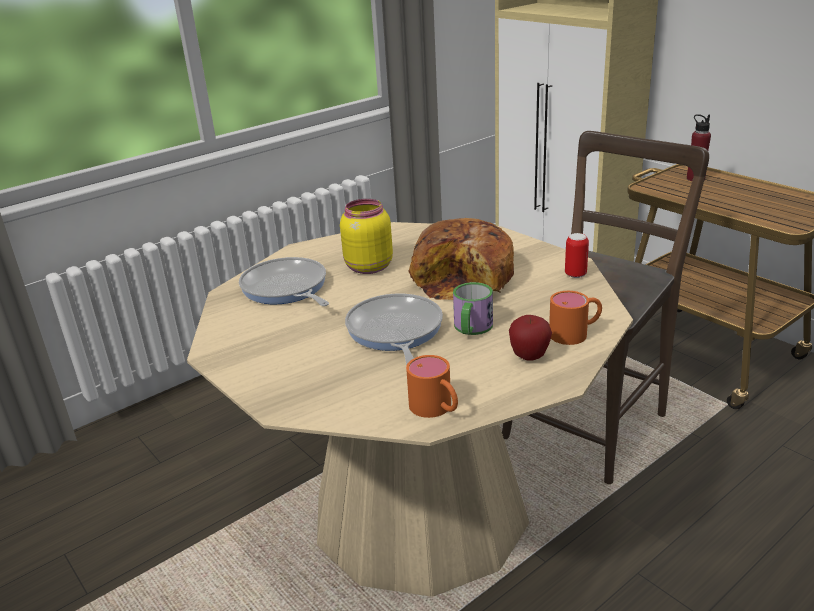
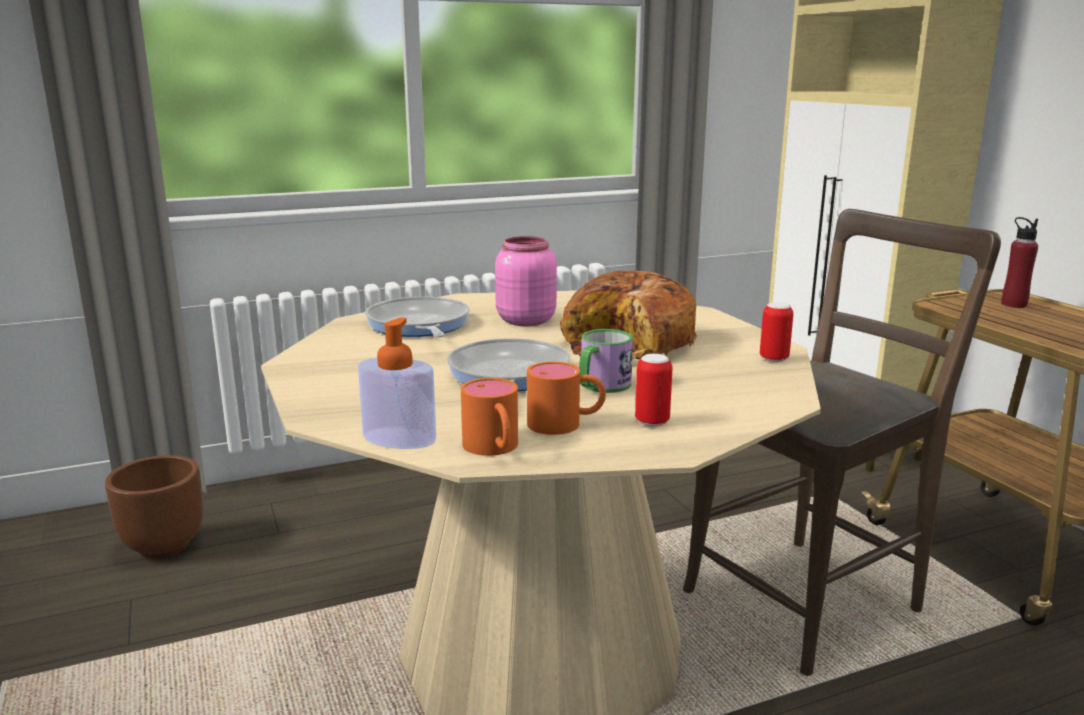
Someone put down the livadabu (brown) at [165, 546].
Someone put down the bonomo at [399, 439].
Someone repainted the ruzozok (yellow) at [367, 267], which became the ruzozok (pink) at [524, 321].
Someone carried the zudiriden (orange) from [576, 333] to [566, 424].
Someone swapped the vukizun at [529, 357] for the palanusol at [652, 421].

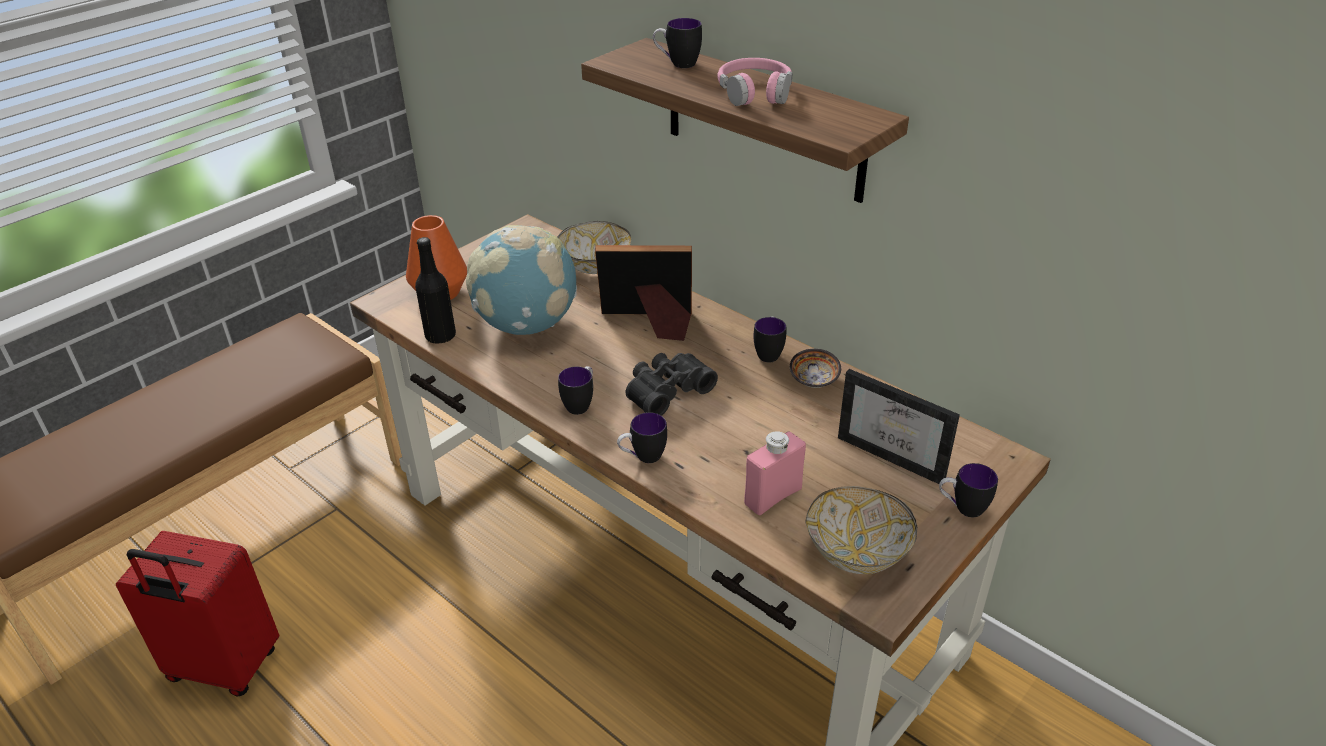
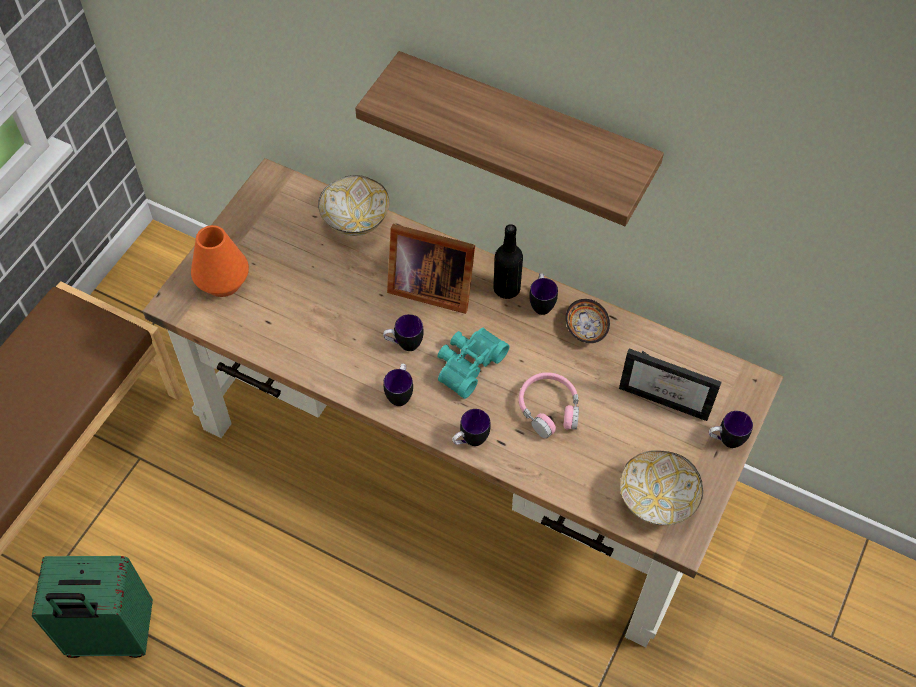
Someone repainted the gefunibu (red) at [223, 668], which became the gefunibu (green) at [111, 635].
Someone carried the zudiriden from [677, 64] to [404, 344].
Someone rotated the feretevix at [650, 323] by 150 degrees counterclockwise.
Someone repainted the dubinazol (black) at [666, 391], which became the dubinazol (turquoise) at [467, 364].
Someone carried the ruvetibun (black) from [440, 336] to [506, 288].
Someone carried the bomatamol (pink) from [755, 92] to [549, 409].
Someone took away the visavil at [527, 325].
Someone took away the ruvetibun (pink) at [773, 496].

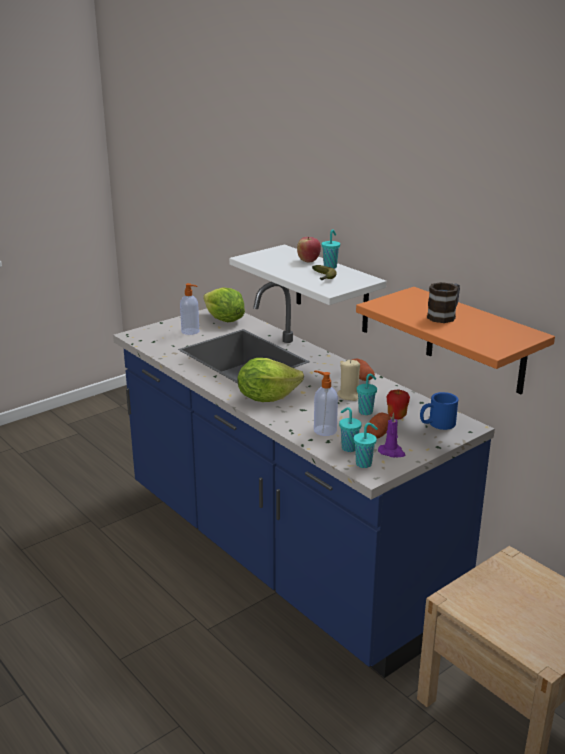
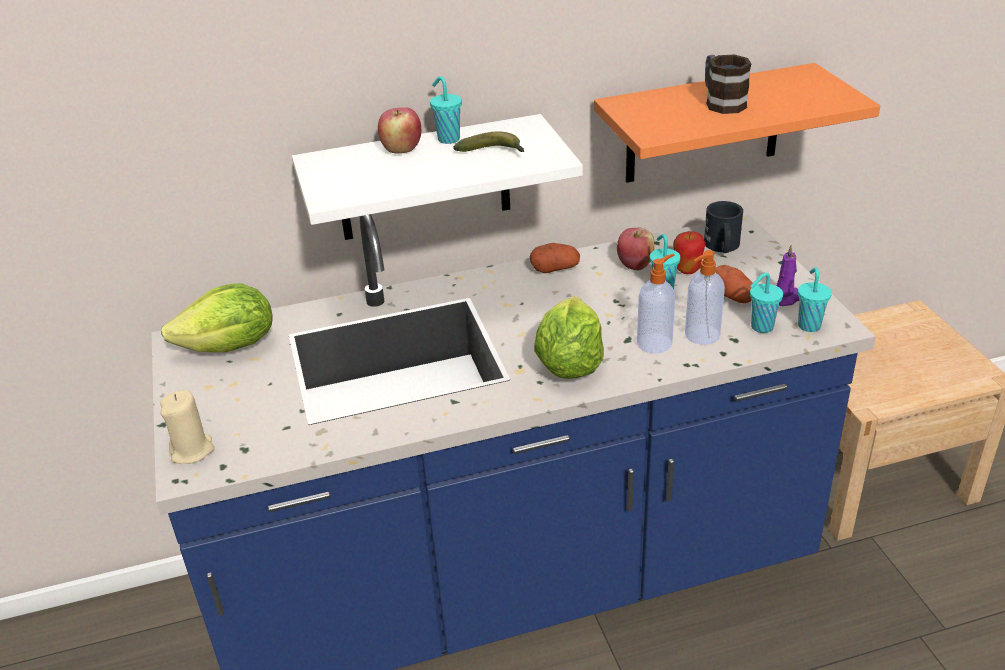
Someone carried the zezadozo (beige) from [349, 396] to [192, 450].
Someone put down the vukizun at [635, 265].
Someone carried the bonomo from [191, 331] to [655, 343].
Someone repainted the zudiriden (blue) at [437, 424], which became the zudiriden (black) at [722, 247].

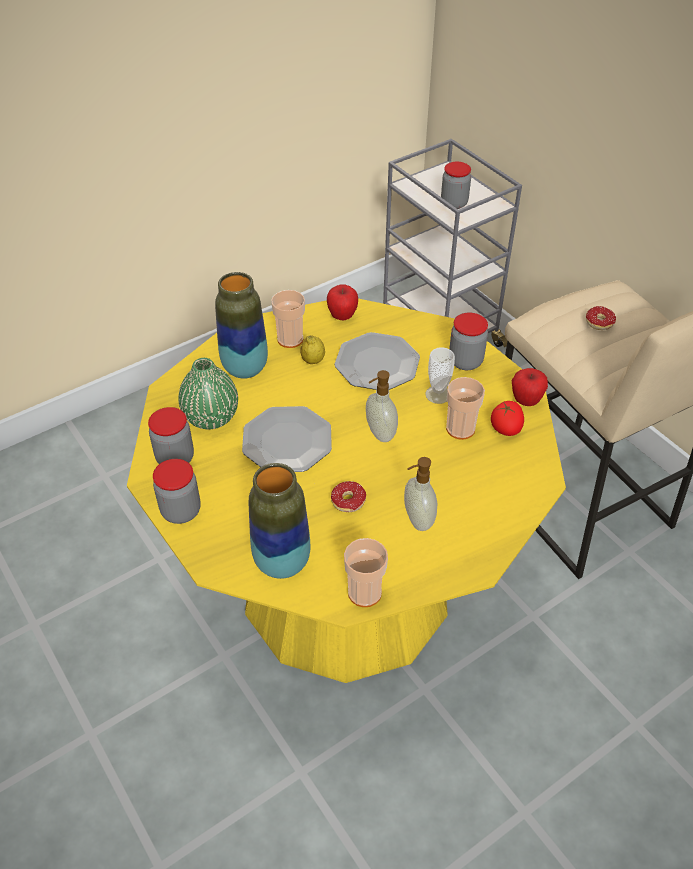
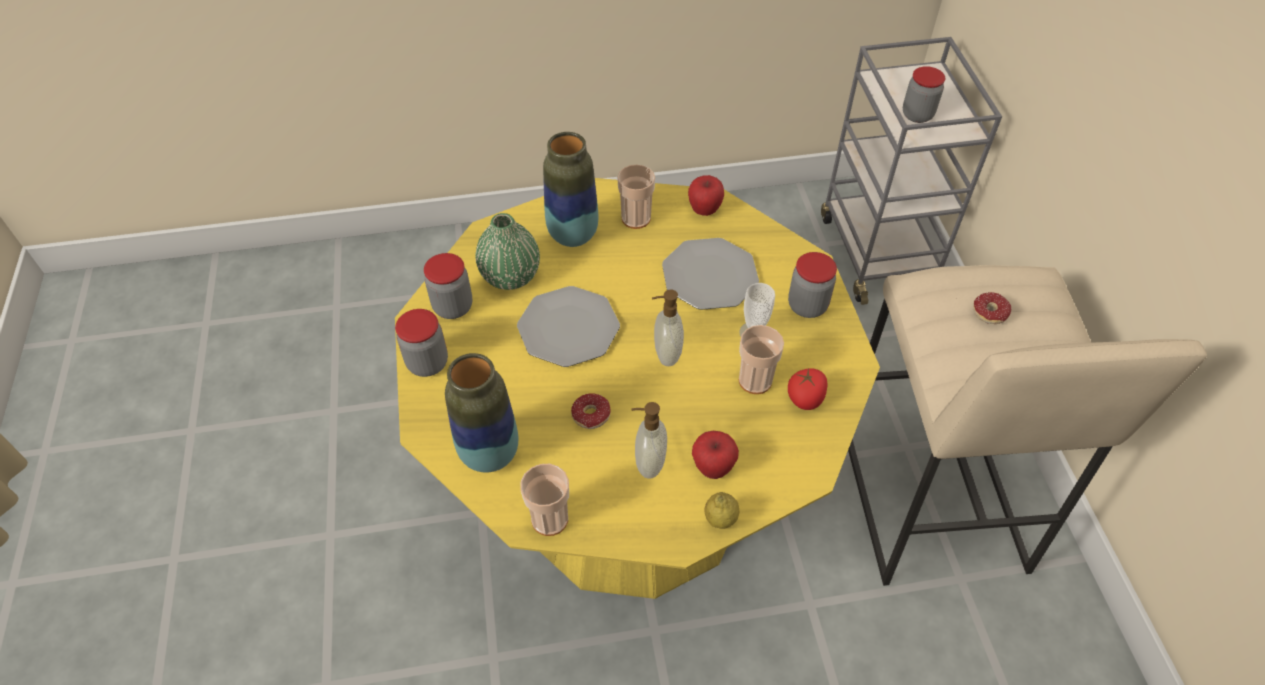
Someone carried the vukizun from [526, 401] to [713, 468].
Someone carried the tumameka from [313, 361] to [720, 519].

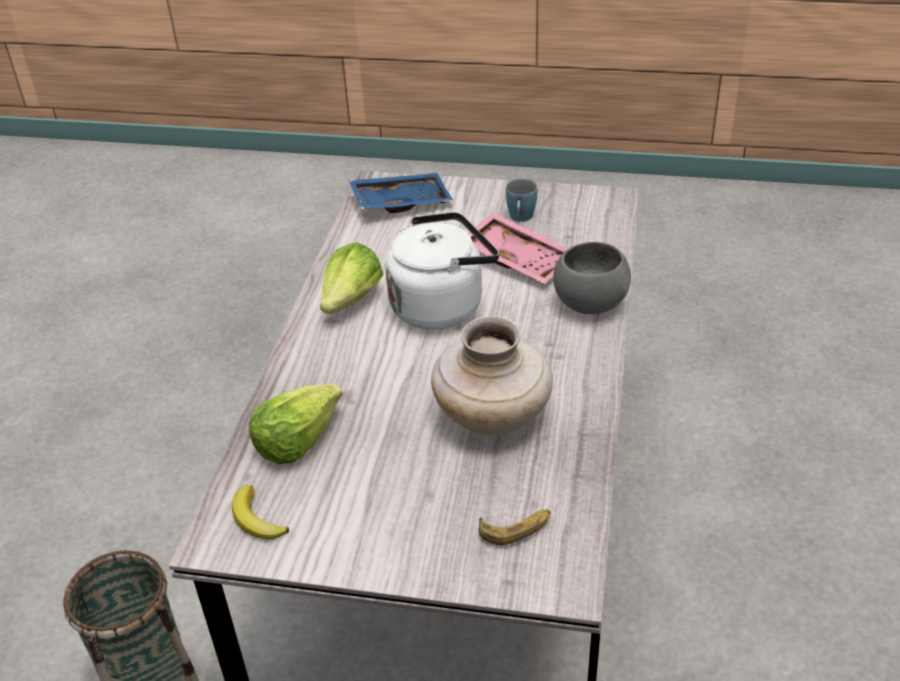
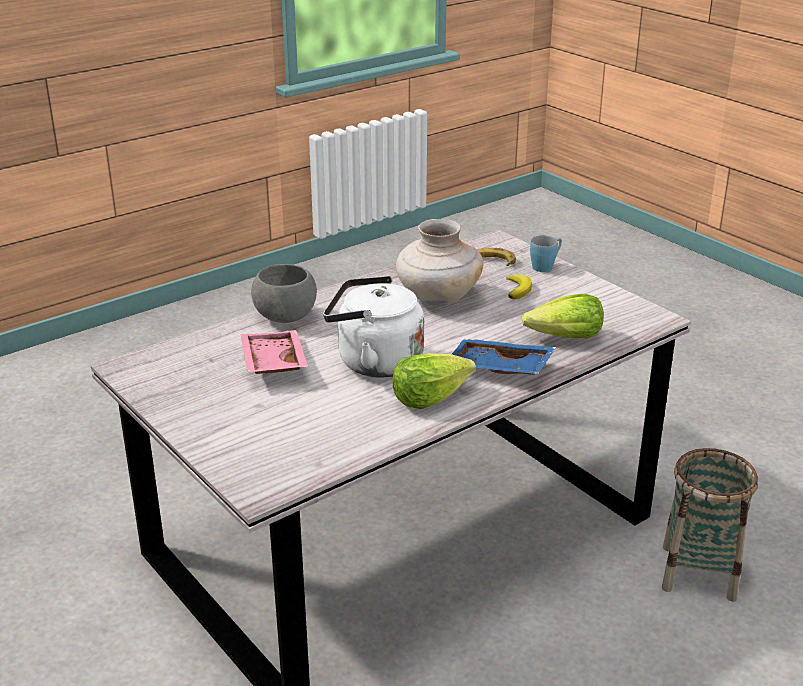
Someone carried the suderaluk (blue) from [401, 202] to [498, 369].
Someone carried the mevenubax from [256, 519] to [518, 289].
Someone carried the zudiriden (blue) from [520, 219] to [546, 266].

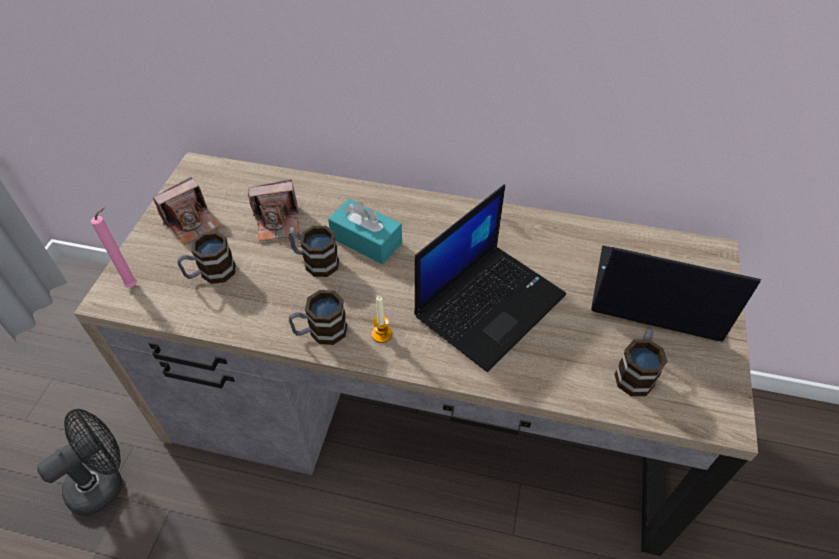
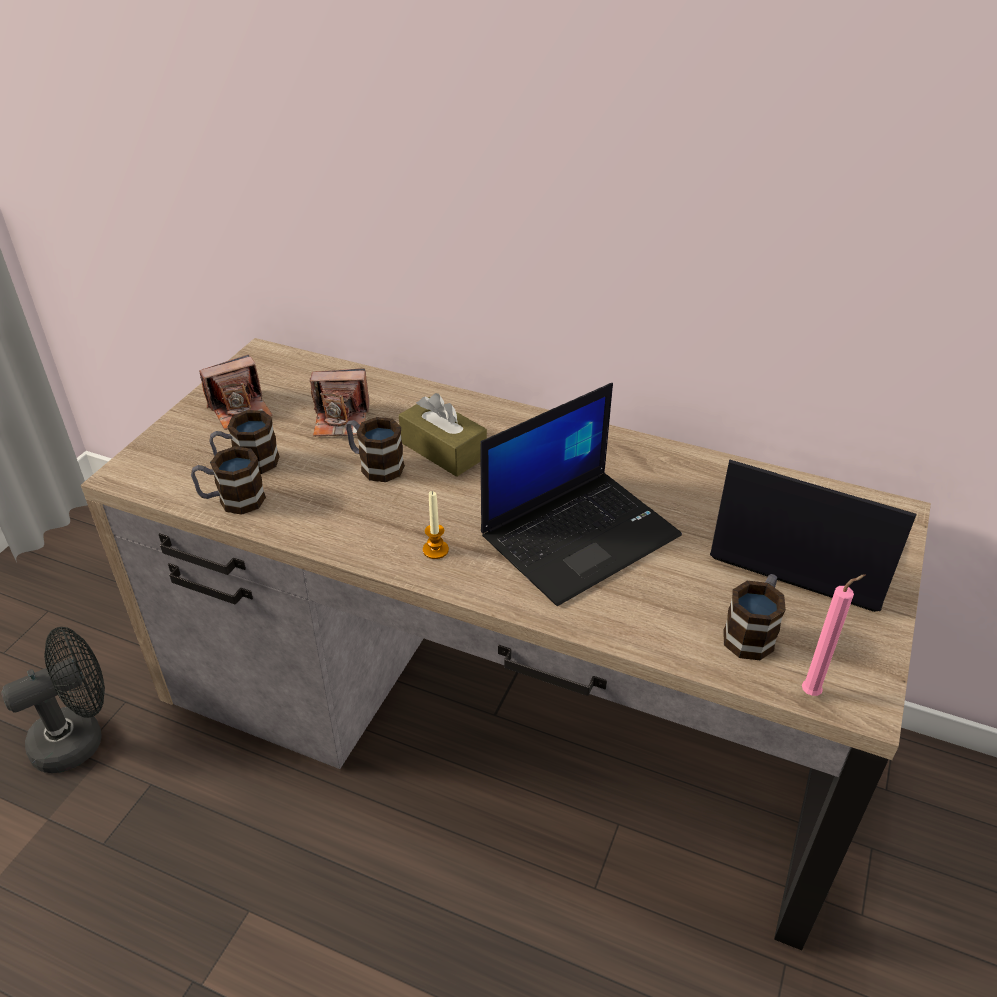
Someone carried the zudiriden from [320, 332] to [232, 500].
Someone repainted the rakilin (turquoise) at [366, 240], which became the rakilin (brown) at [443, 450].
Someone carried the zezadozo (pink) from [134, 285] to [813, 692].

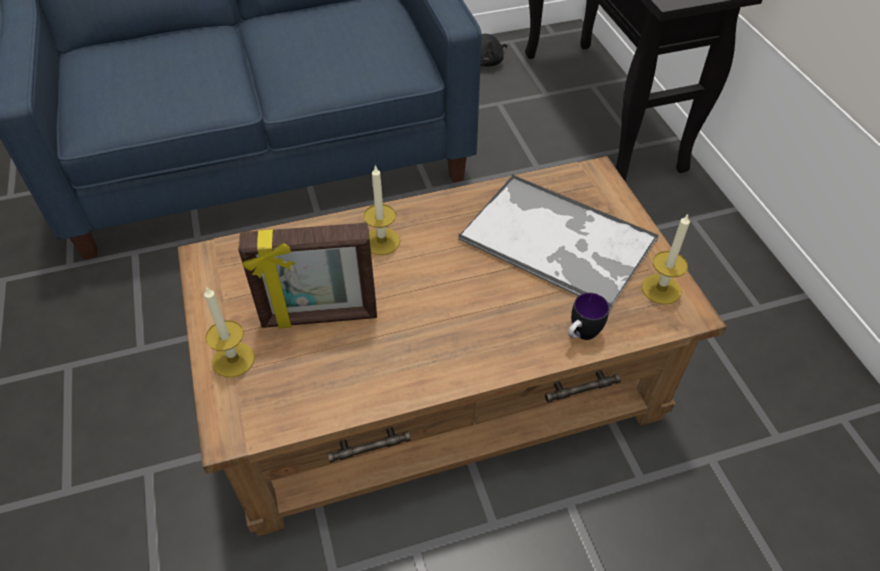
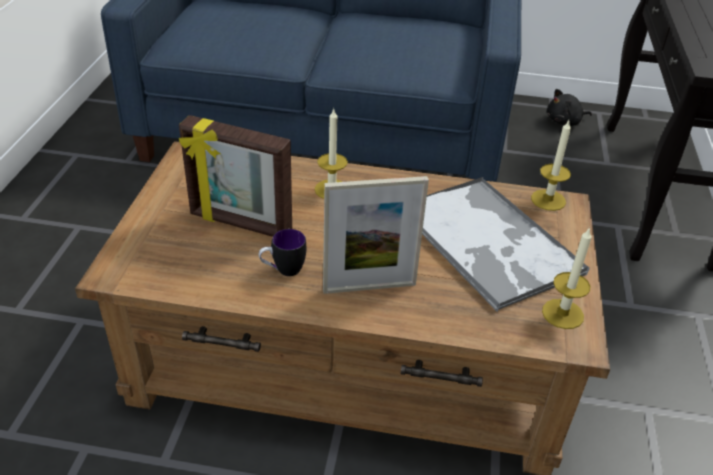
Someone carried the zudiriden from [581, 335] to [283, 271].
Someone put down the feretevix at [369, 287].
Someone carried the zezadozo from [233, 359] to [548, 200].

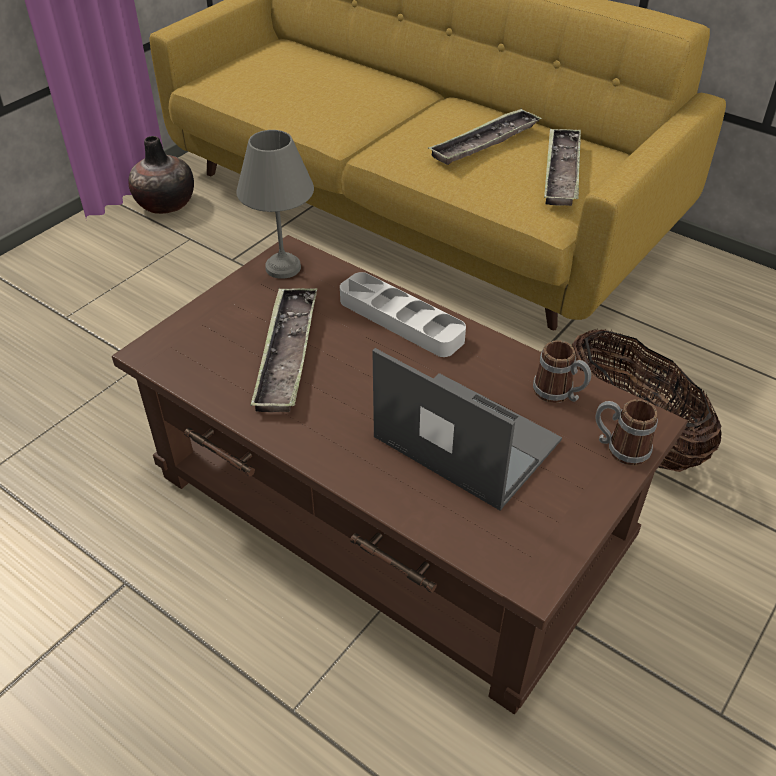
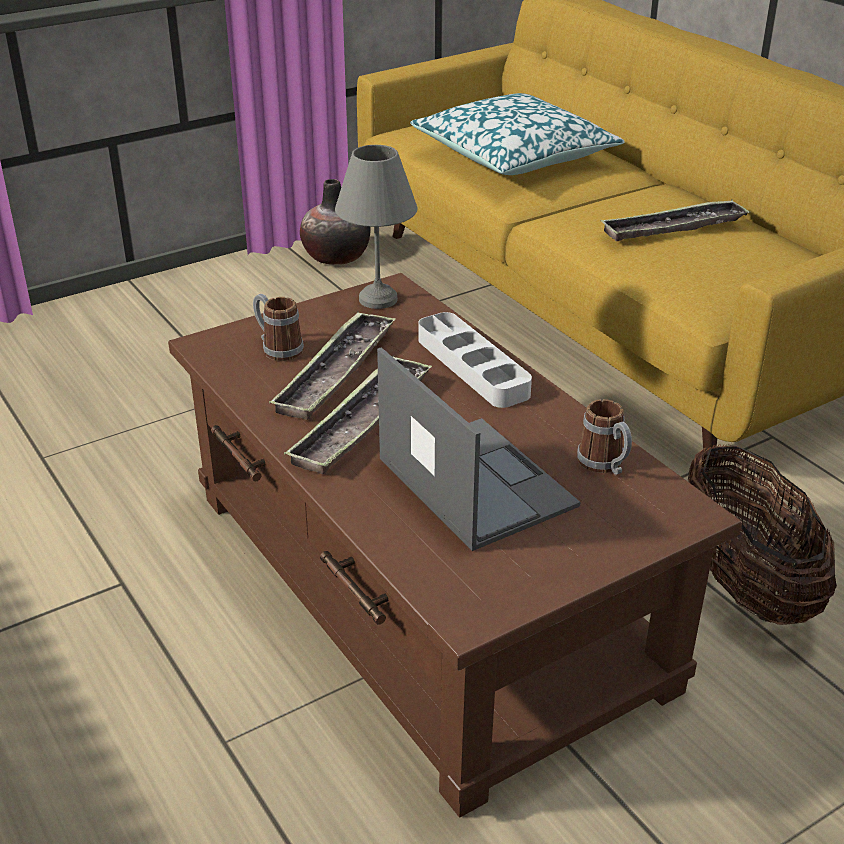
Someone carried the zudiriden from [619, 448] to [277, 348].
Someone carried the suderaluk from [561, 172] to [362, 422].
Someone put down the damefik at [514, 155].

